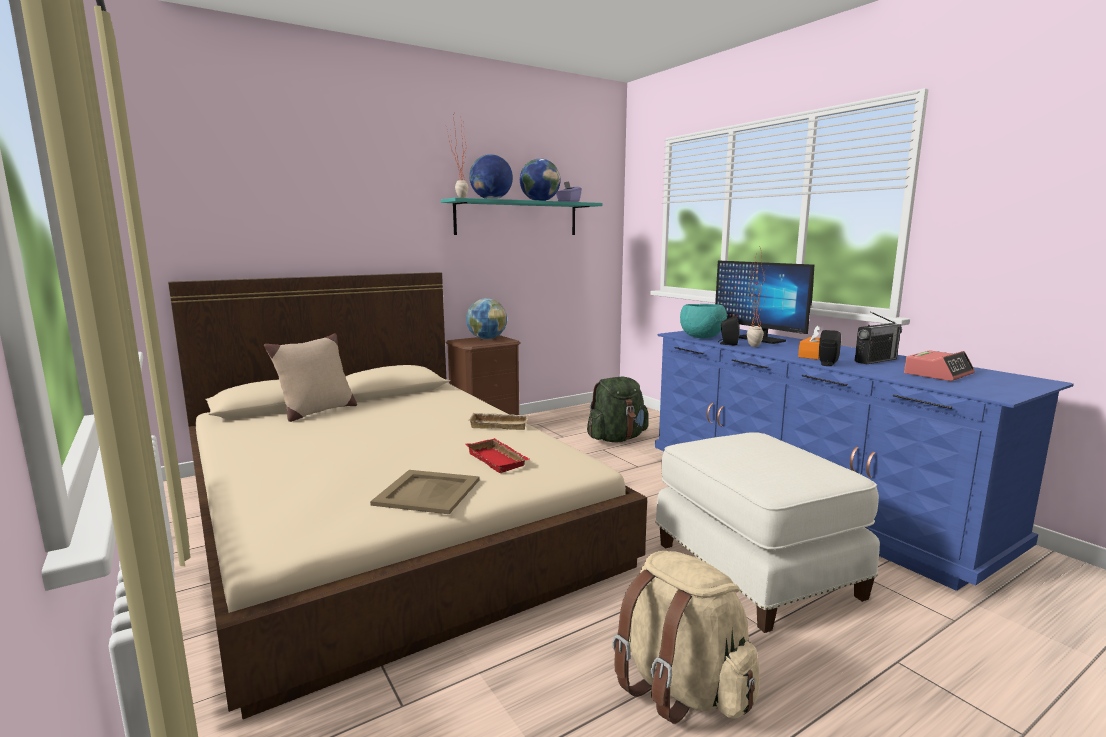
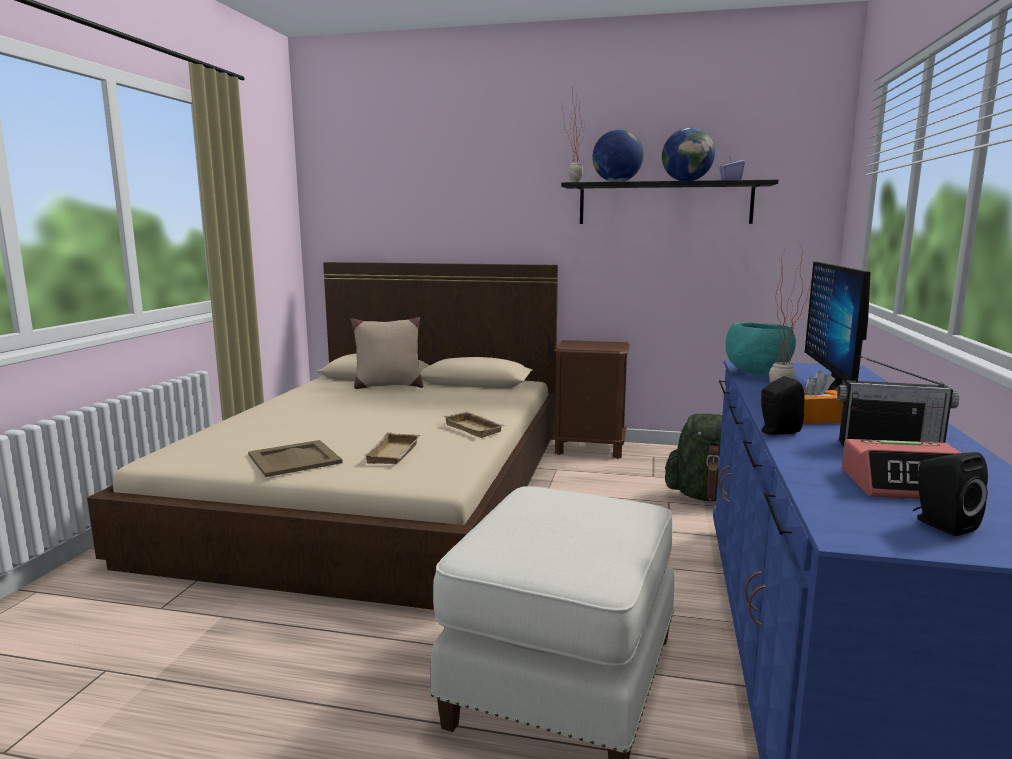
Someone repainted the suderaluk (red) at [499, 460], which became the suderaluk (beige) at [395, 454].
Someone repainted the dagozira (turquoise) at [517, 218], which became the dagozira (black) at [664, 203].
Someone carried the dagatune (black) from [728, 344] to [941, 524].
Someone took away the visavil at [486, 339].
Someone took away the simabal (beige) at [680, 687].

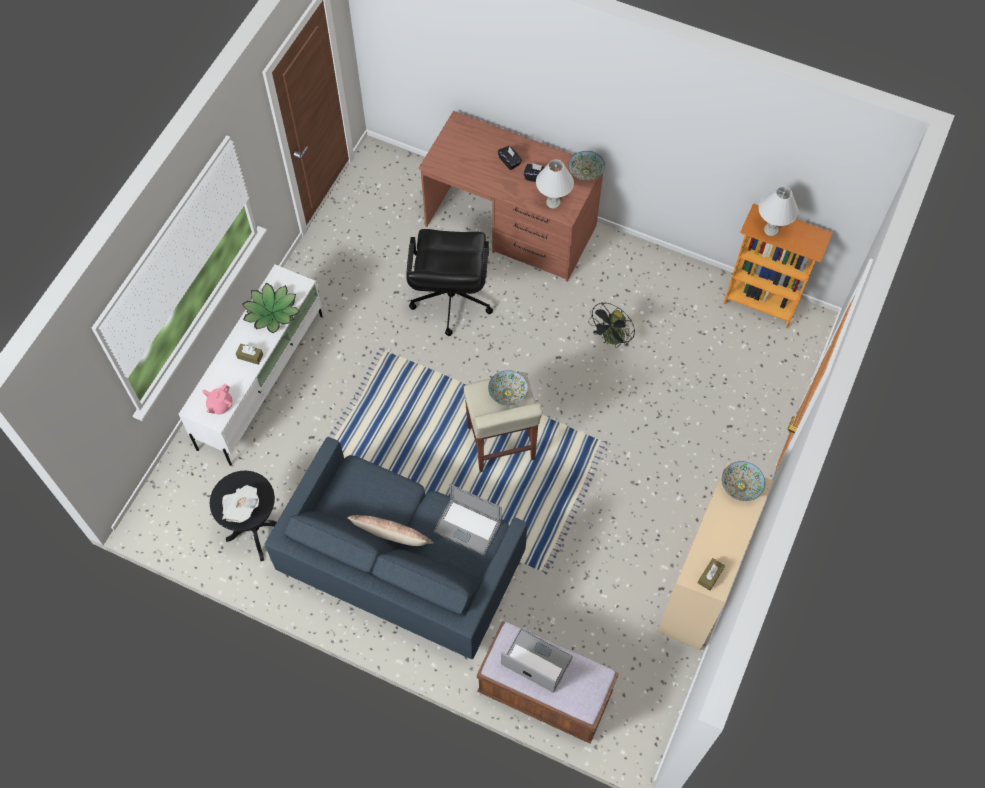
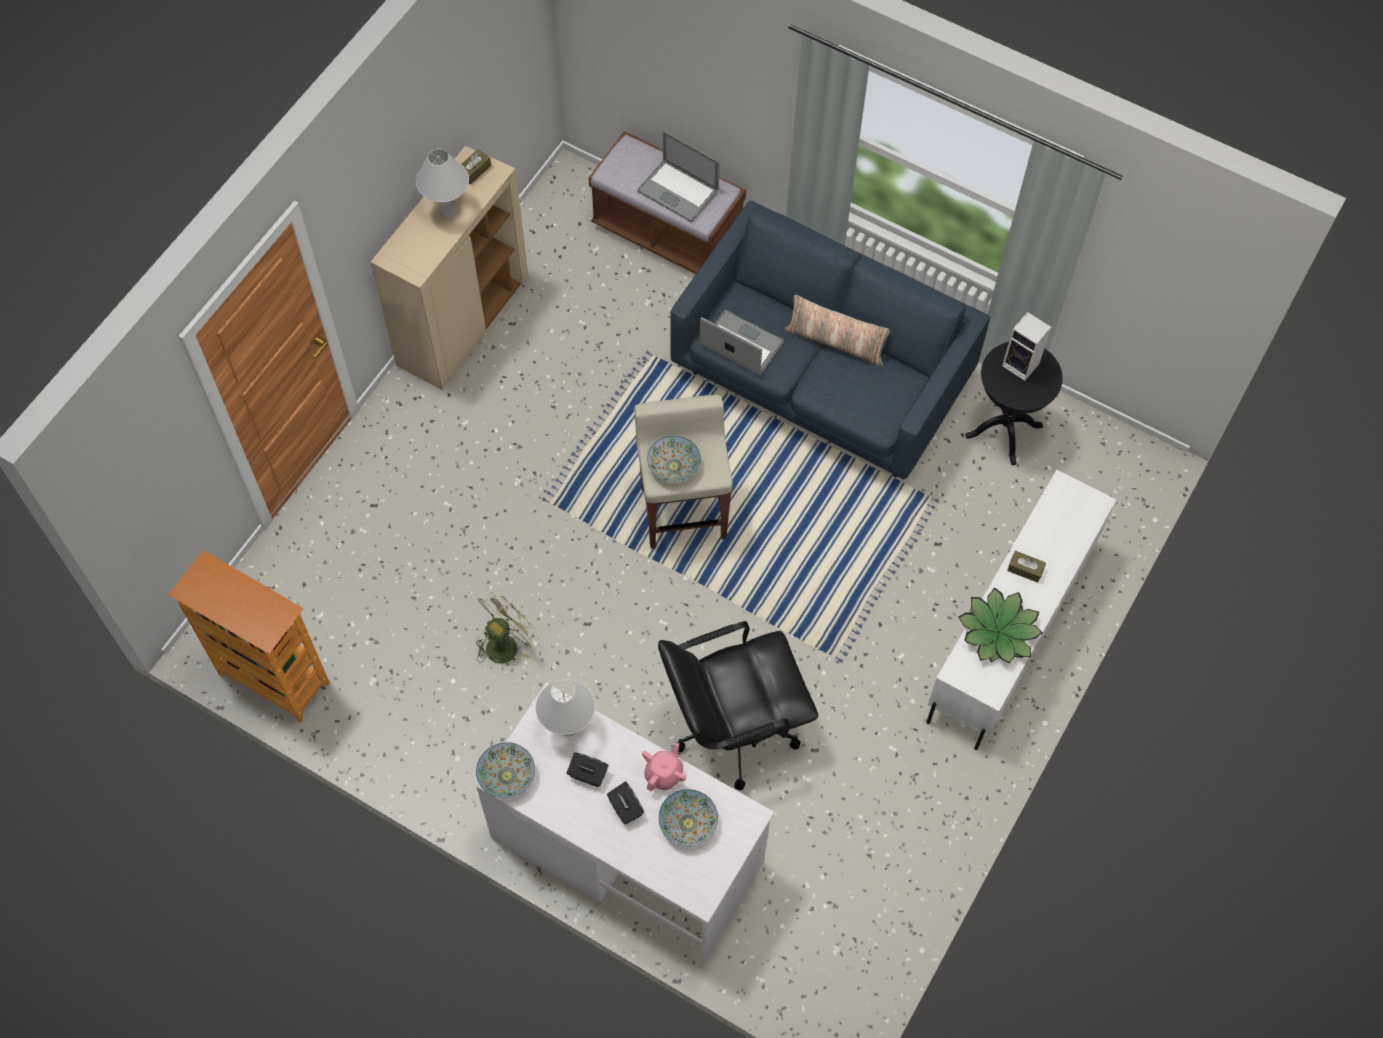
Someone carried the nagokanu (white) from [771, 230] to [447, 209].
Someone repainted the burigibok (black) at [611, 339], which became the burigibok (green) at [506, 642].
Someone repainted the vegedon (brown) at [510, 226], which became the vegedon (white) at [627, 848].
Someone carried the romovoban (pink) from [220, 405] to [664, 774].
Someone rotated the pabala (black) at [450, 300] by 120 degrees counterclockwise.
Someone carried the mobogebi from [741, 486] to [688, 823].
Someone swapped the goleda at [241, 508] for the dagatune at [1022, 365].

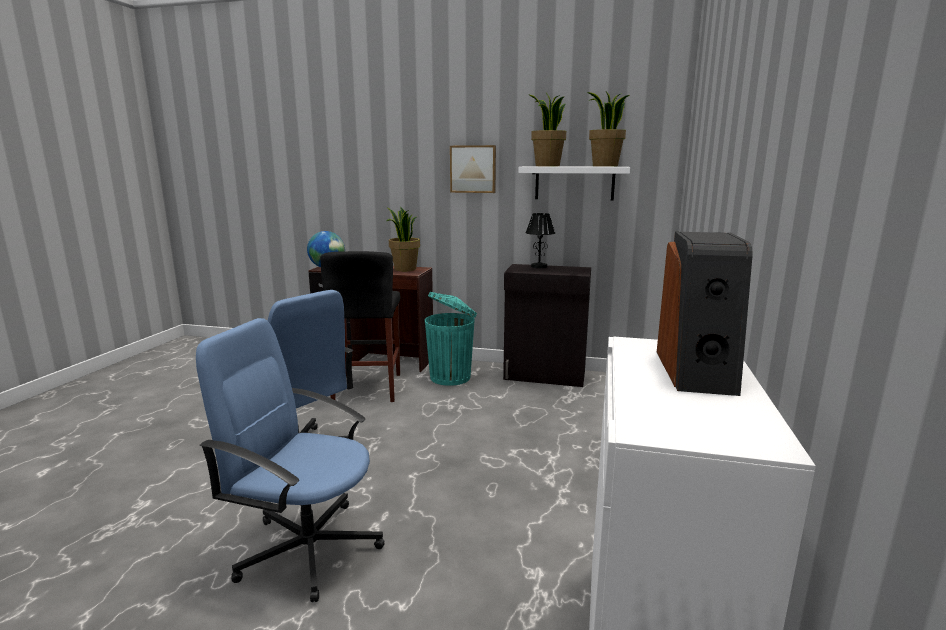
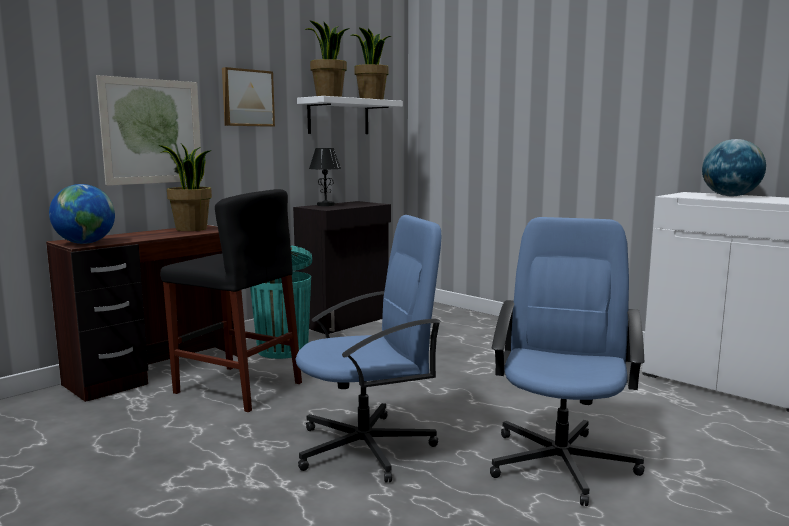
Someone put up the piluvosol at [152, 131].
Someone rotated the pabala (blue) at [308, 547] by 150 degrees clockwise.
Someone swapped the dagatune at [697, 371] for the visavil at [730, 196].

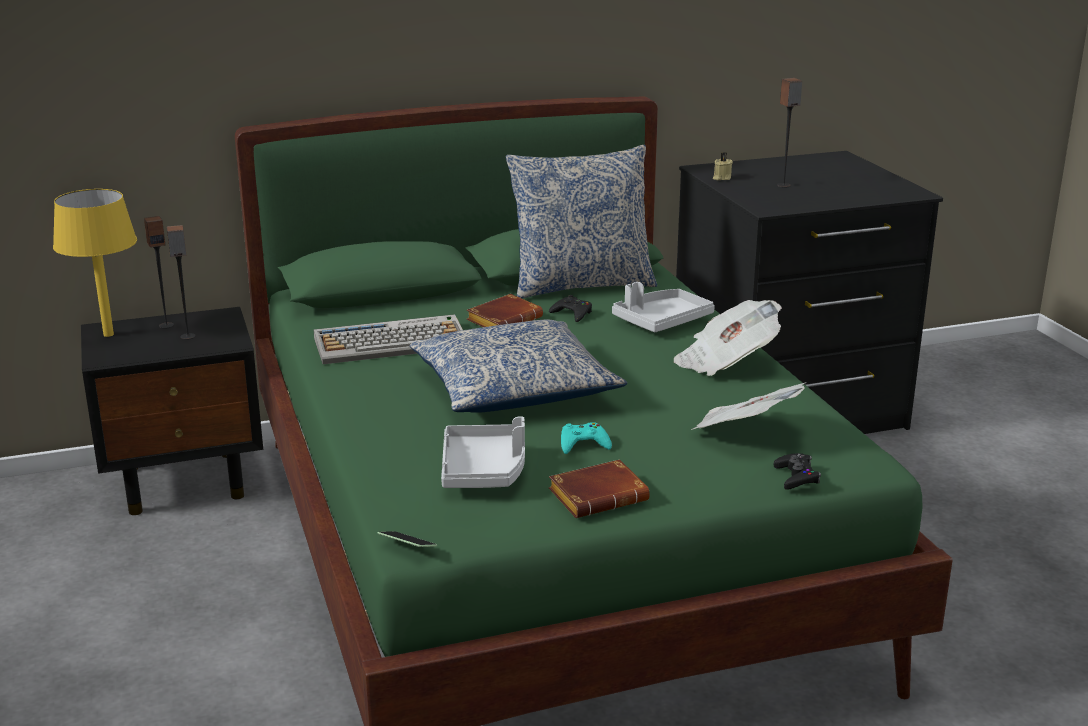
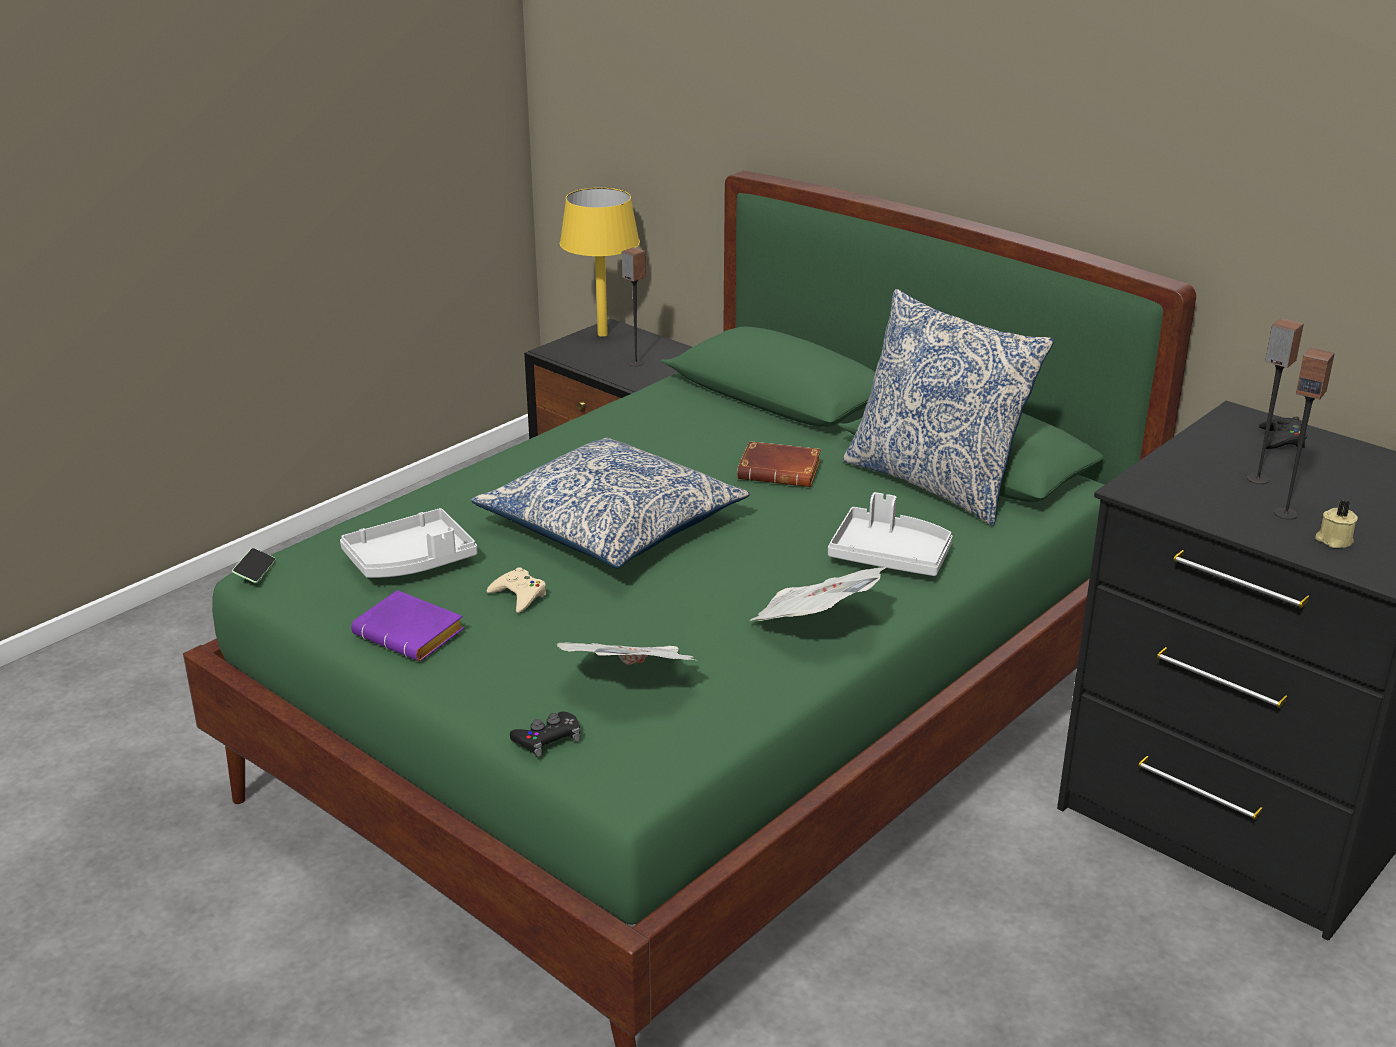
Someone repainted the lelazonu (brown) at [599, 495], which became the lelazonu (purple) at [413, 634].
Someone repainted the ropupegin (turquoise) at [583, 444], which became the ropupegin (beige) at [519, 596].
Someone carried the ropupegin (black) from [572, 313] to [1281, 440].
Someone carried the dagatune from [166, 325] to [1286, 514].
Someone carried the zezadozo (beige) from [721, 178] to [1333, 540].
Someone took away the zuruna at [392, 342].

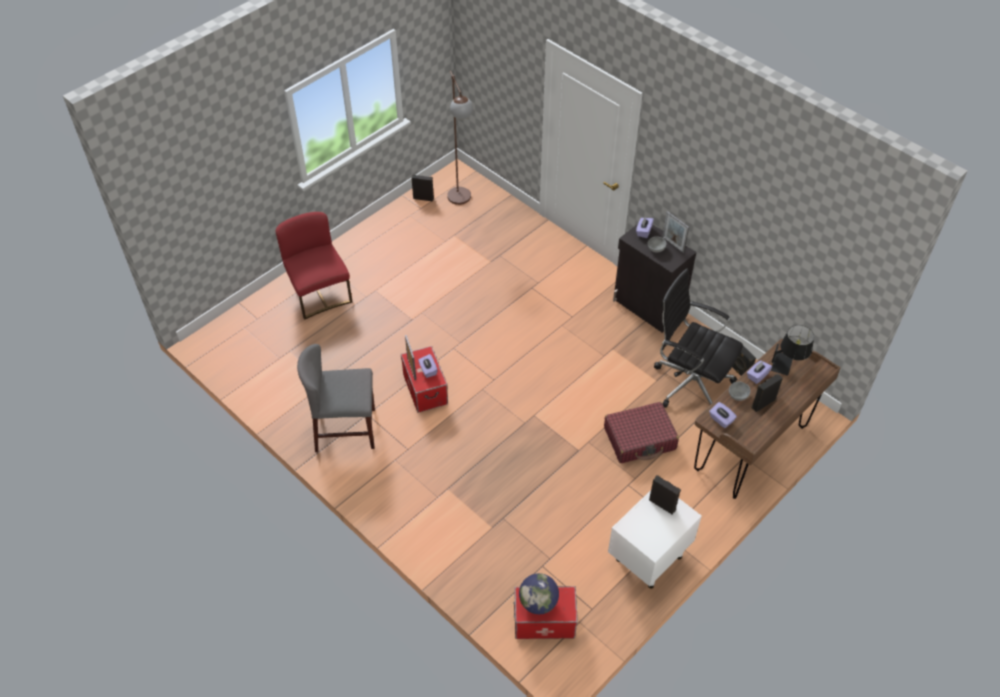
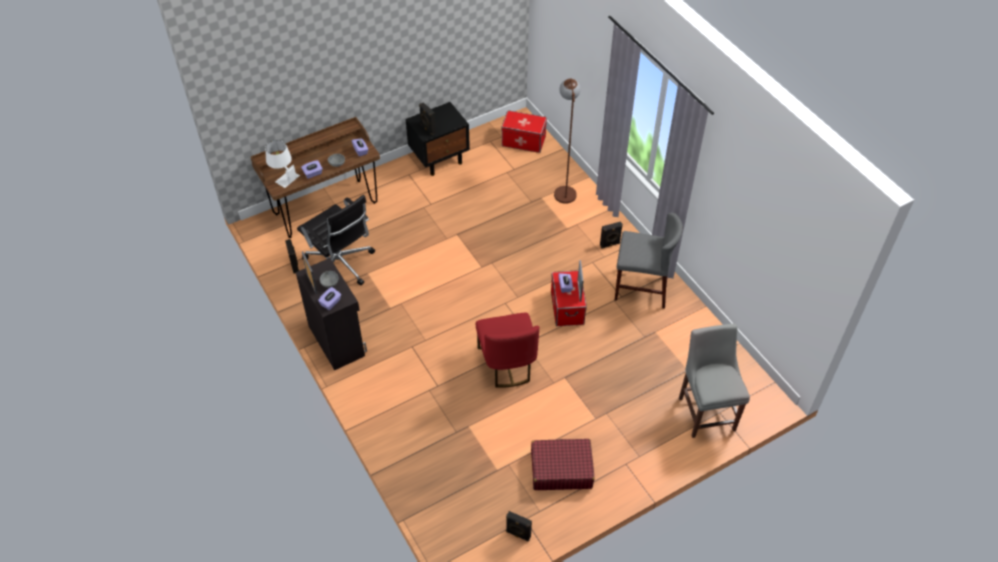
Someone repainted the nagokanu (black) at [788, 365], which became the nagokanu (white) at [283, 176].
Someone repainted the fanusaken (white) at [648, 558], which became the fanusaken (black) at [440, 159].
Someone carried the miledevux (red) from [319, 293] to [507, 364].
Someone carried the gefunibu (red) from [640, 439] to [561, 469].
Someone carried the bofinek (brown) from [461, 202] to [564, 189].
Someone carried the dagatune (black) from [762, 403] to [610, 244].
Someone put down the miledevux (grey) at [706, 411].
Someone took away the visavil at [538, 602].

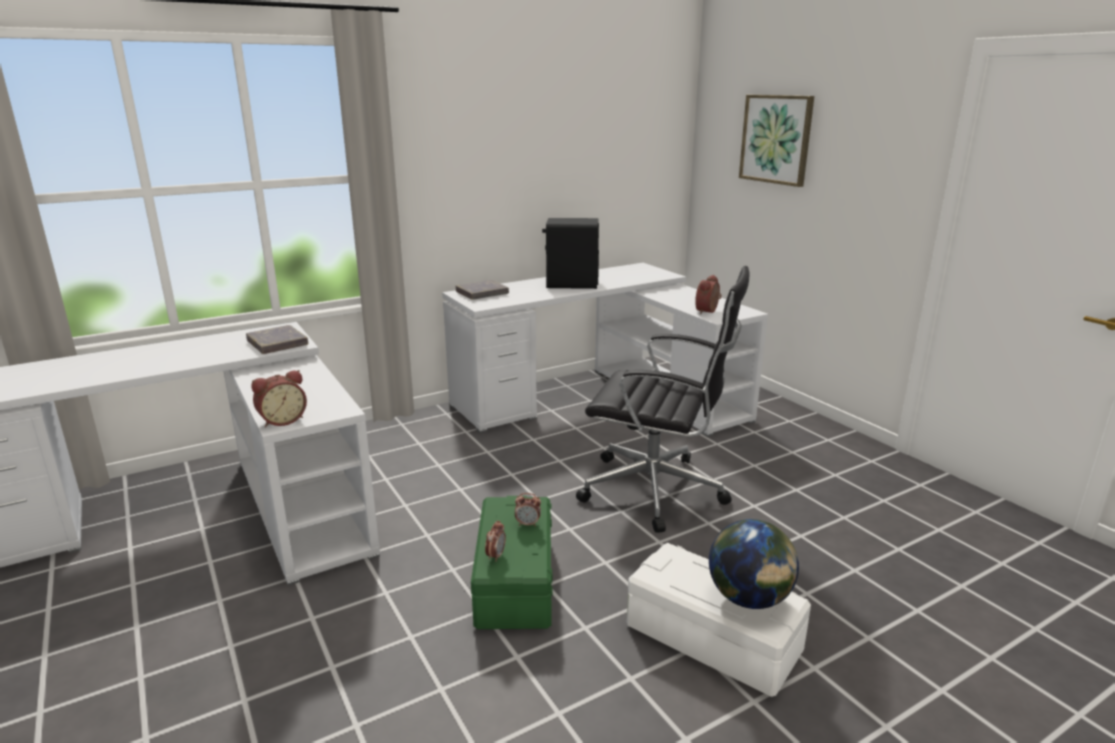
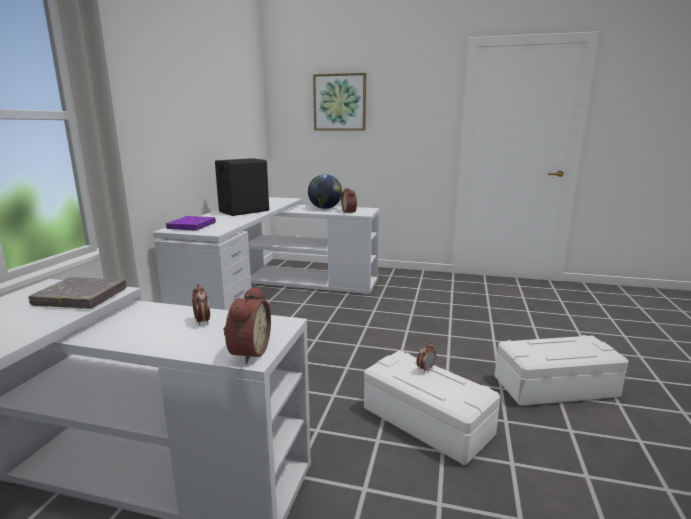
Someone repainted the lelazonu (grey) at [482, 293], which became the lelazonu (purple) at [192, 226].
Someone carried the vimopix from [496, 556] to [202, 322].
Someone carried the visavil from [749, 598] to [325, 208].
Someone repainted the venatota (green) at [514, 581], which became the venatota (white) at [425, 422].
Someone took away the pabala (black) at [657, 491].

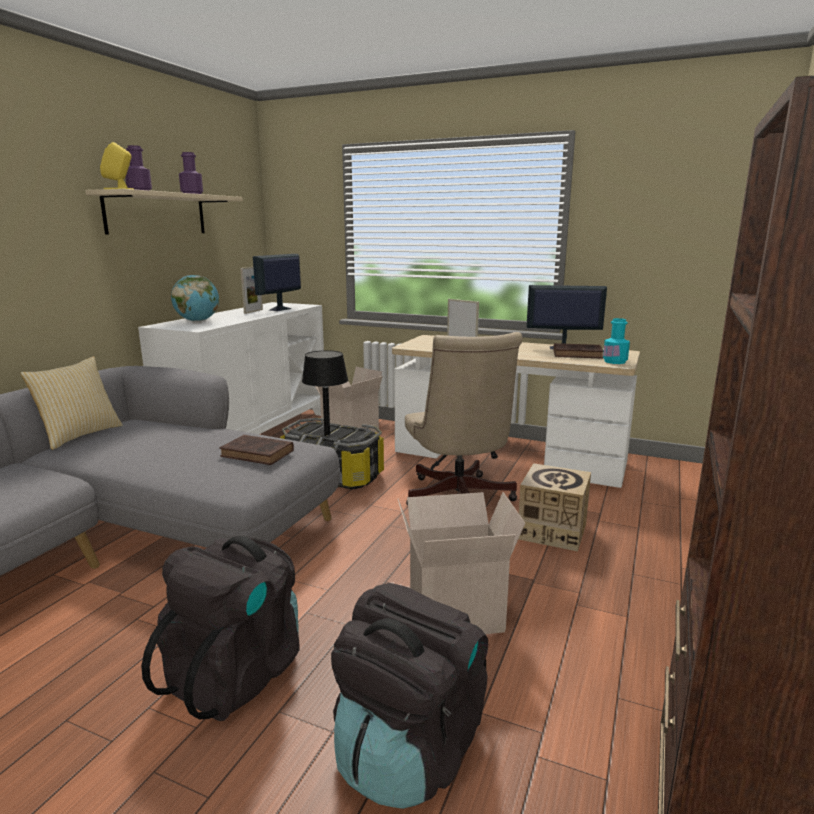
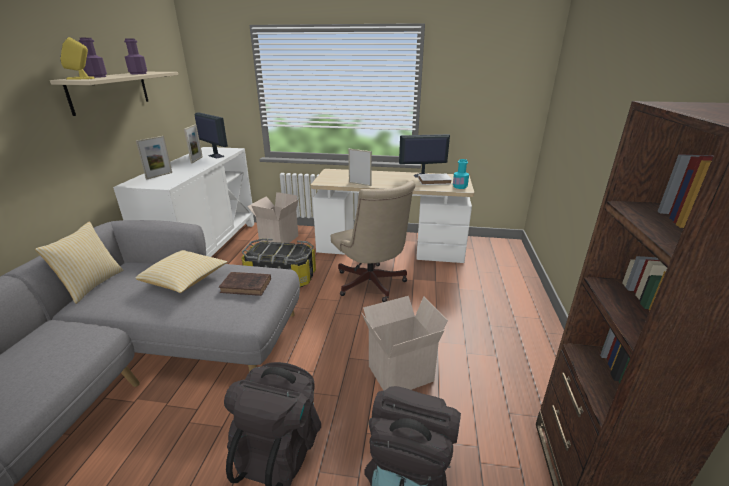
Someone swapped the visavil at [197, 321] for the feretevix at [159, 175].
Someone put down the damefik at [185, 280].
Someone rotated the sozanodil at [279, 309] by 120 degrees clockwise.
Someone repainted the lelazonu (brown) at [579, 354], which became the lelazonu (white) at [435, 181].
Someone took away the nagokanu (black) at [327, 434].
Someone took away the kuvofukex at [552, 531].

